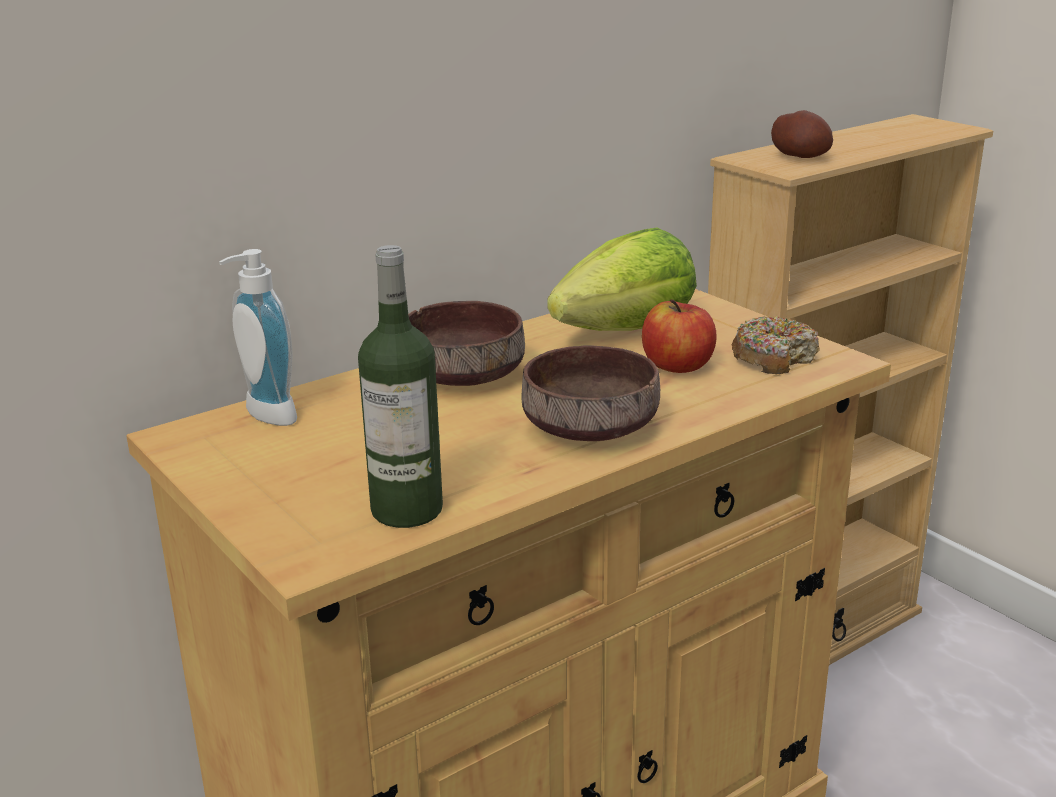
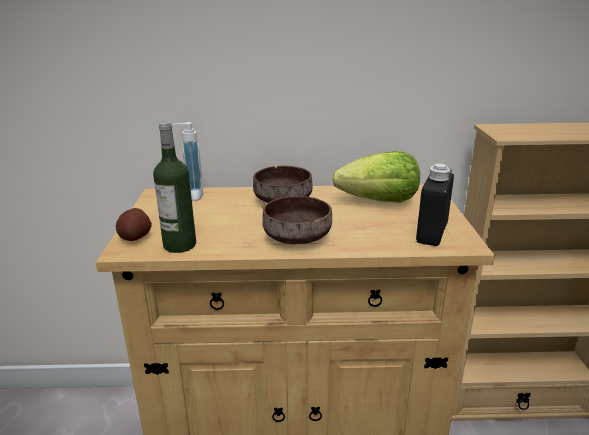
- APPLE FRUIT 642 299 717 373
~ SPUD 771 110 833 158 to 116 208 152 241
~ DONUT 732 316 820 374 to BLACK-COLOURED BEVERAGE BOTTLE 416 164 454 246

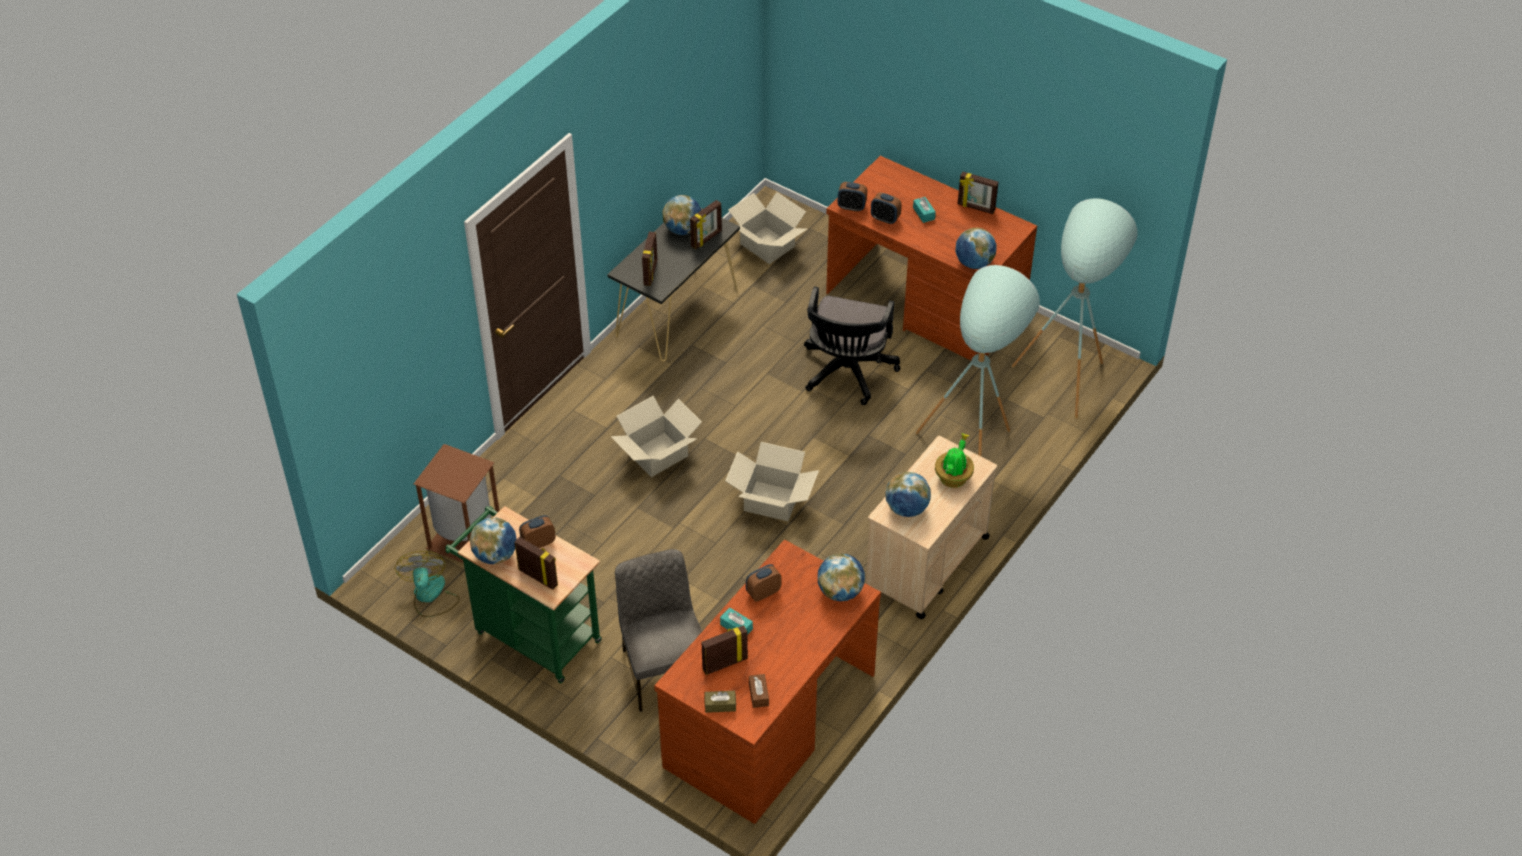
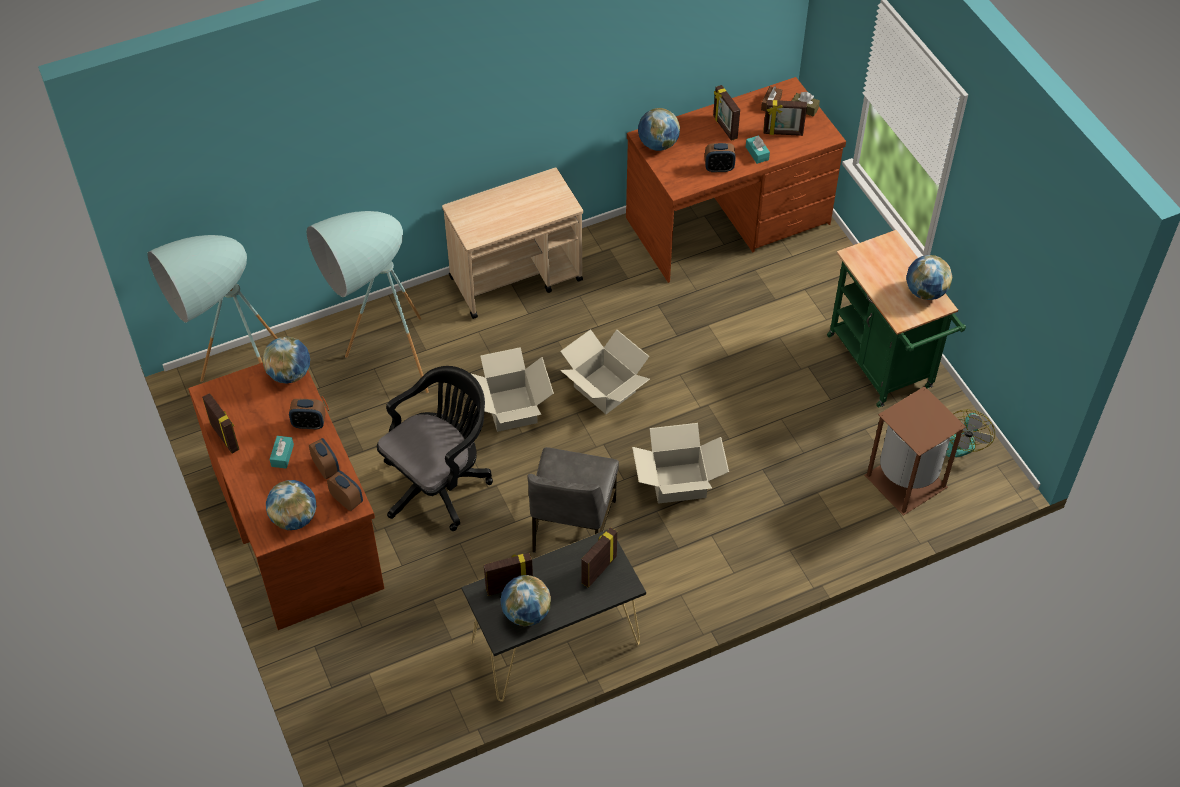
- PLANT IN A POT 935 433 974 488
~ STANDING FRAME 515 537 558 590 to 713 85 740 141
~ ALARM CLOCK 519 515 556 548 to 289 399 326 430
~ GRAY UPRIGHT CHAIR 615 549 702 712 to 527 447 619 553
~ CARTON 728 192 807 264 to 470 347 554 432
~ DESK GLOBE 885 472 931 517 to 266 480 317 530

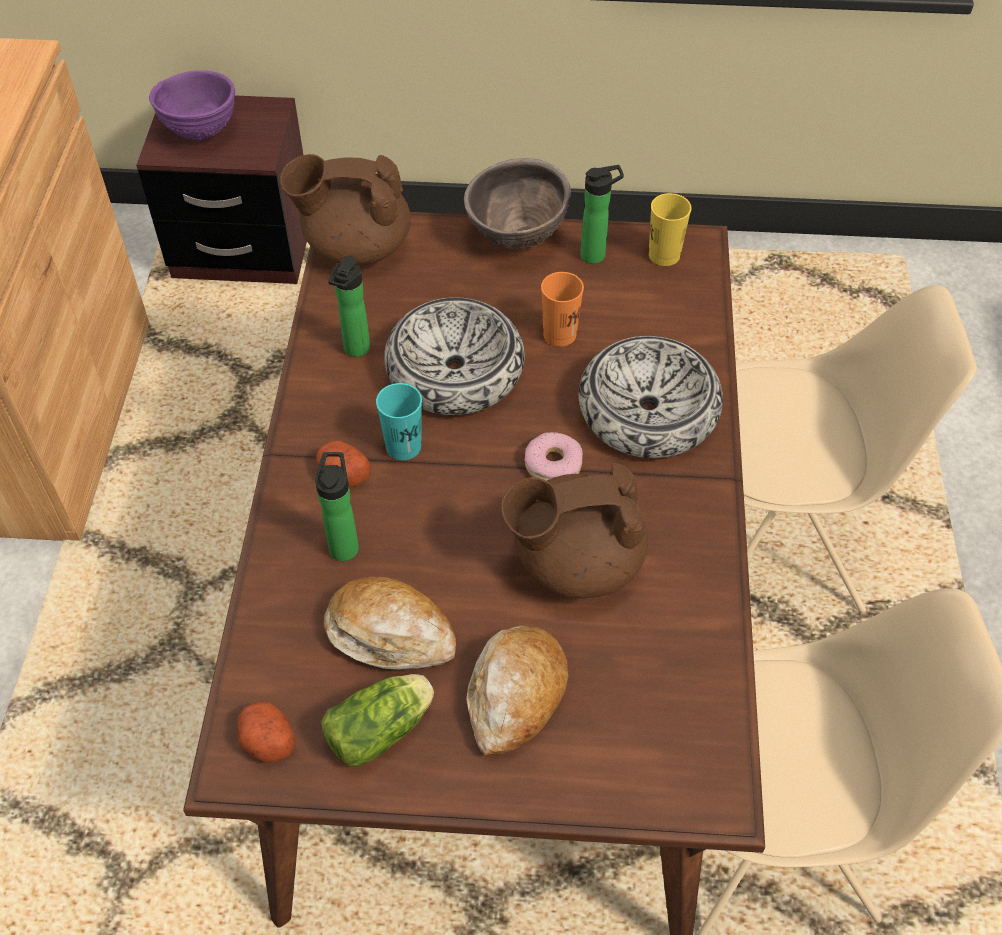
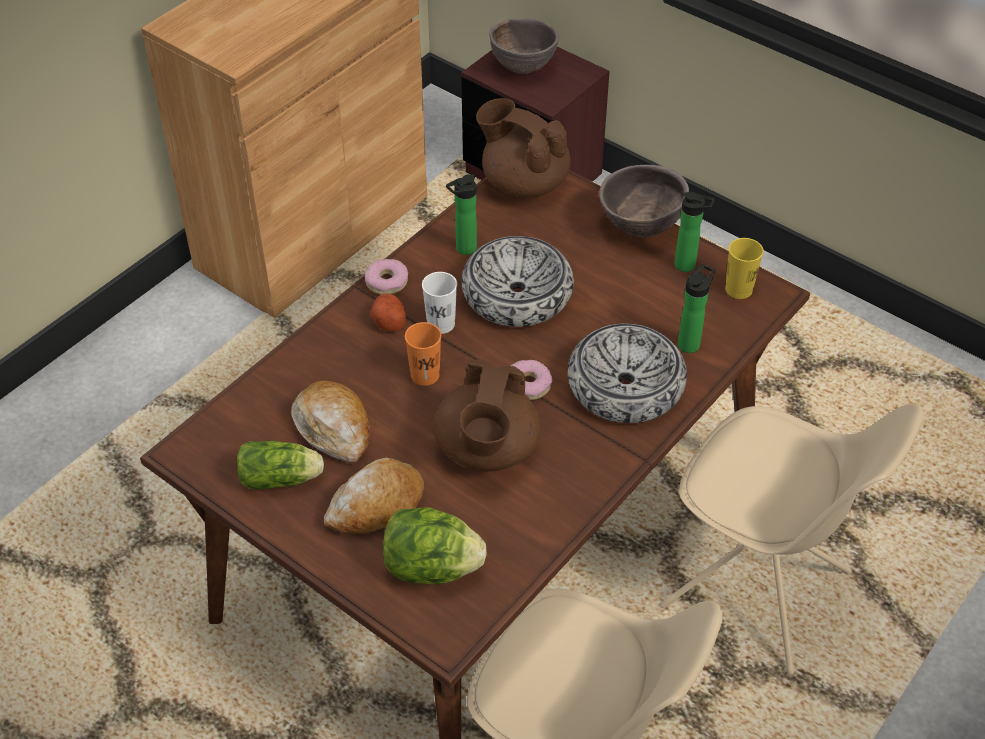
- SPUD 238 701 295 763
+ DONUT 365 259 408 295
+ HEAD OF LETTUCE 383 508 487 584
~ BEVERAGE BOTTLE 315 452 359 561 to 678 264 715 353
~ ORANGEY DRINKING CUP 541 272 584 347 to 405 322 441 386
~ PURPLE-COLOURED BOWL 149 70 235 140 to BROWNISH BOWL 489 18 559 74
~ TURQUOISE DRINKING CUP 376 383 422 460 to WHITE-COLOURED DRINKING CUP 422 272 457 334
~ BROWNISH TEA POT 501 463 648 598 = 433 359 540 472 105 degrees counterclockwise

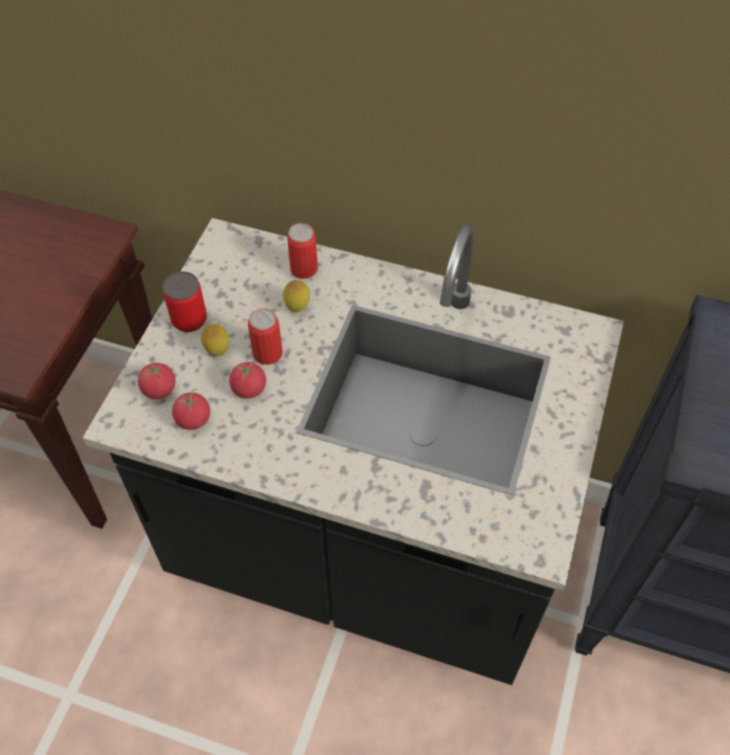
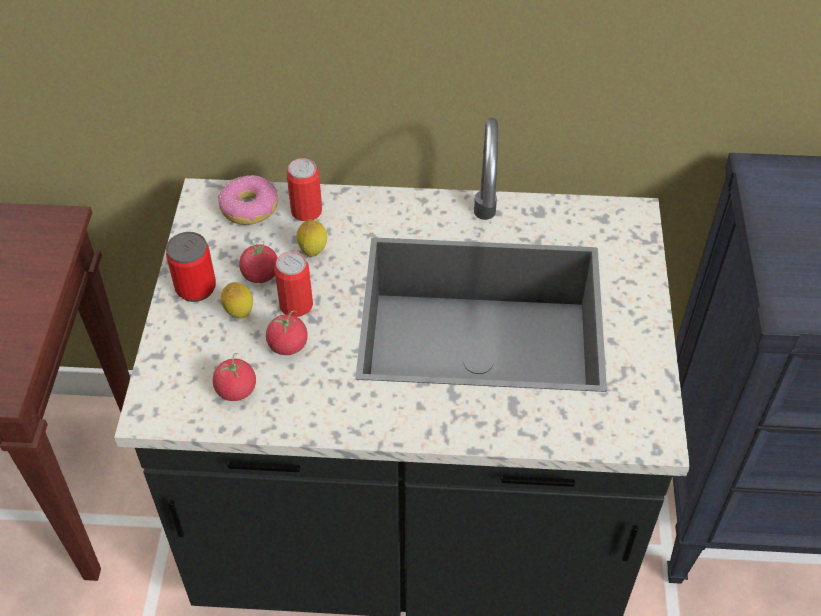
+ DONUT 218 175 278 225
~ TOMATO 138 358 176 399 to 239 240 278 283

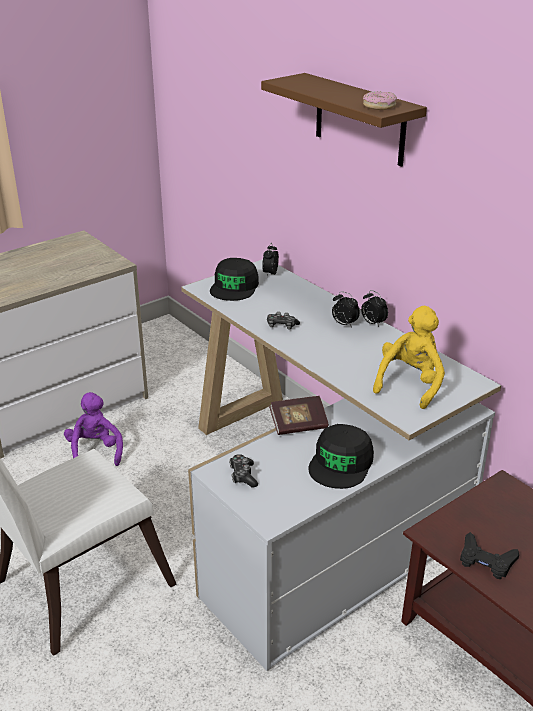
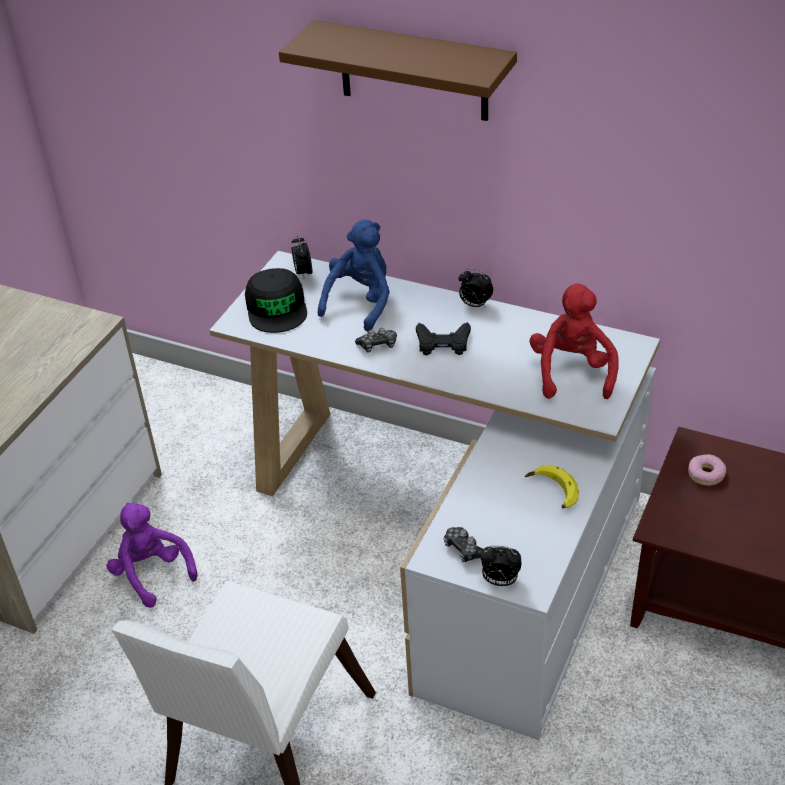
- VOLUME 269 396 329 435
+ BLUE-COLOURED PLUSH TOY 318 219 390 331
~ ALARM CLOCK 332 291 360 327 to 480 546 522 586
~ DONUT 363 91 397 110 to 688 454 726 486
~ BLACK-COLOURED GAME CONTROLLER 460 532 519 579 to 416 322 471 355
~ BLACK-COLOURED CAP 308 424 374 489 to WHOLE BANANA 525 465 579 508
~ YELLOW-COLOURED PLUSH TOY 373 306 445 409 to RED PLUSH TOY 530 283 619 399

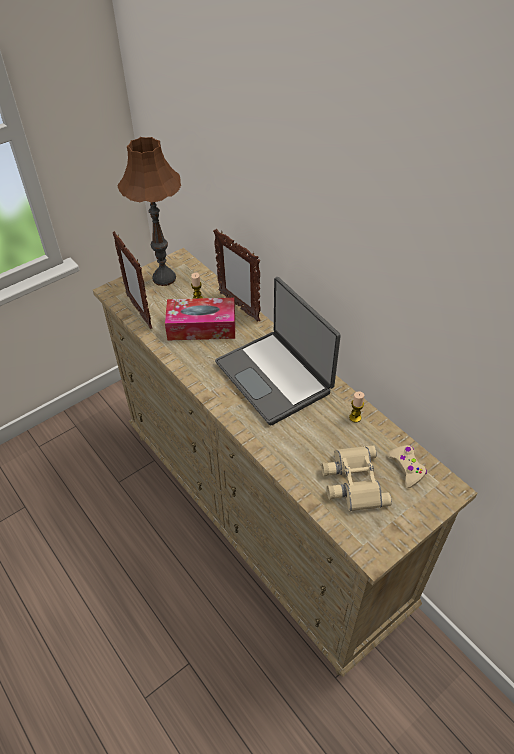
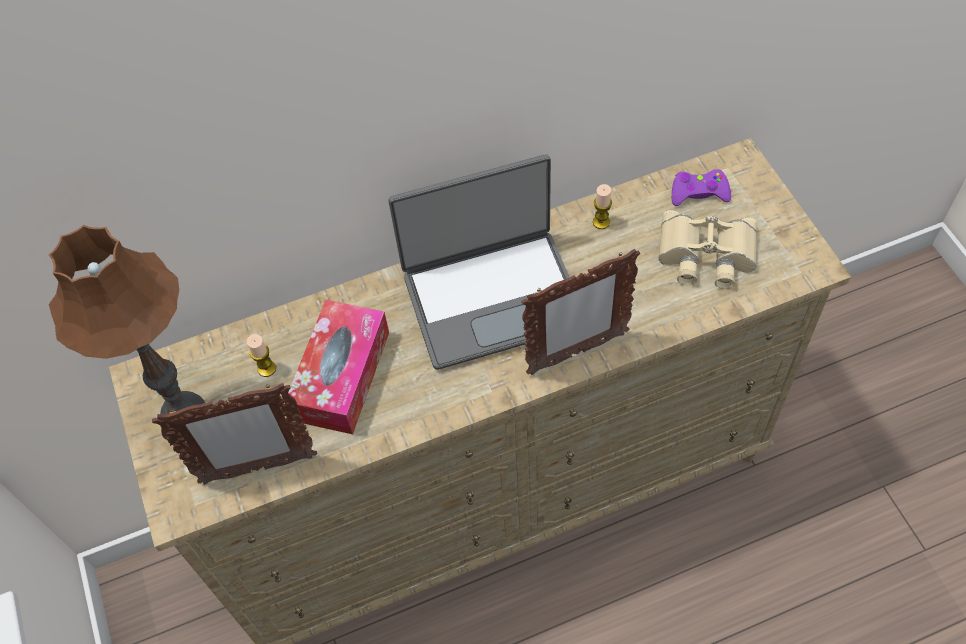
~ STANDING FRAME 213 229 261 322 to 521 249 640 375
~ SAND-COLOURED GAME CONTROLLER 387 445 427 488 to PURPLE-COLOURED GAME CONTROLLER 672 170 731 206

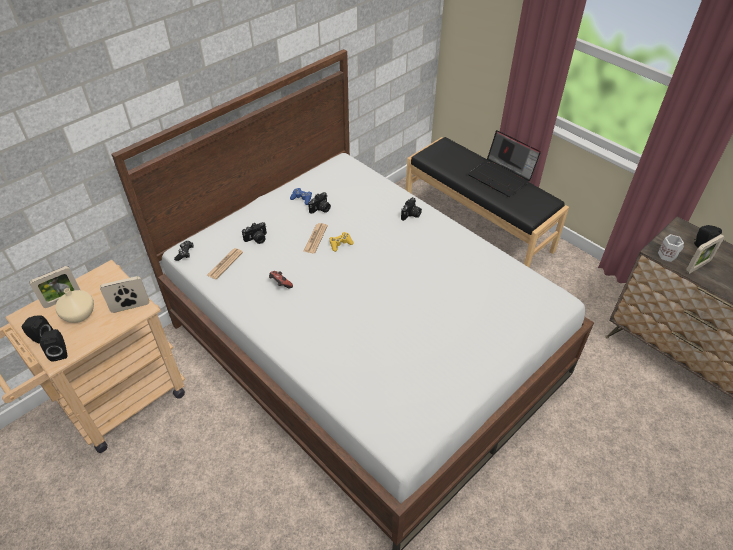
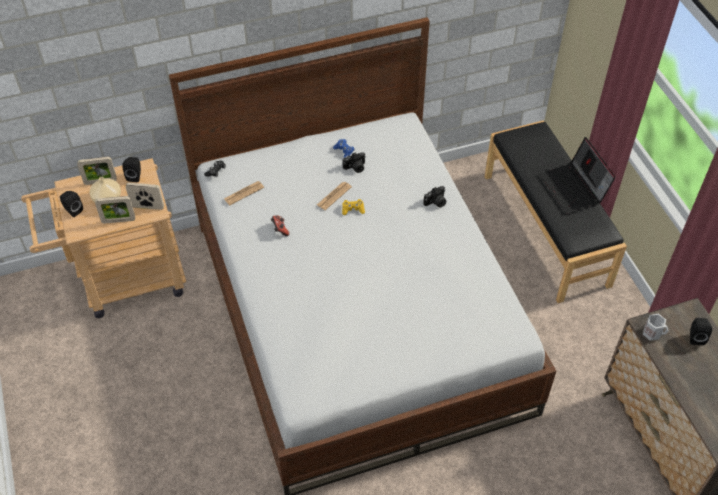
- PHOTO CAMERA 242 222 267 244
~ BLACK-COLOURED SPEAKER 40 329 68 362 to 122 157 141 182
~ STANDING FRAME 686 234 725 274 to 95 196 135 224

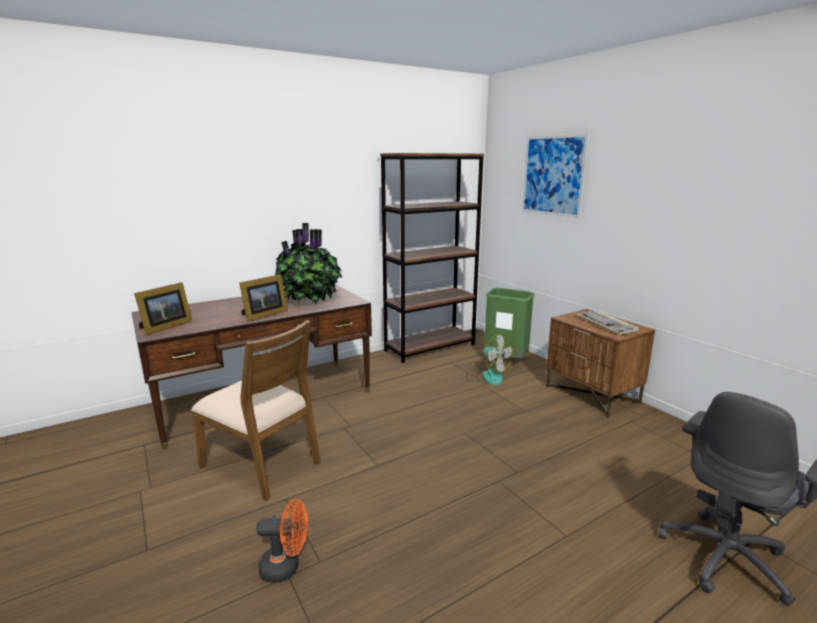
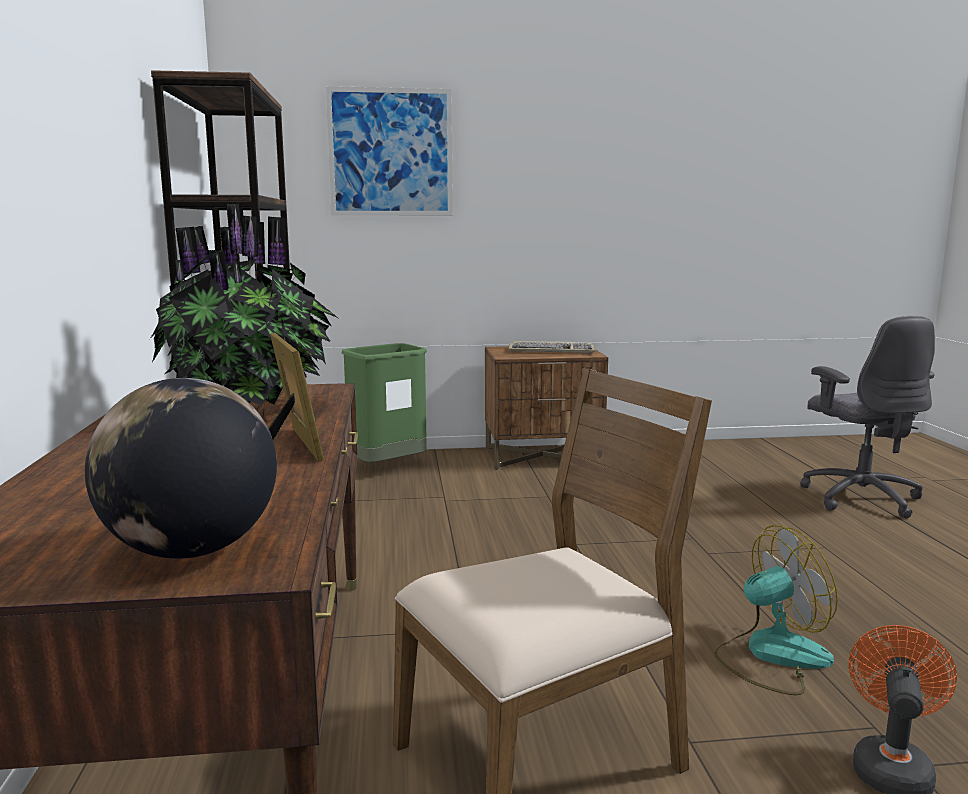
~ ELECTRIC FAN 466 333 514 385 to 714 525 838 695
~ STANDING FRAME 134 282 192 335 to DESK GLOBE 85 378 277 559

